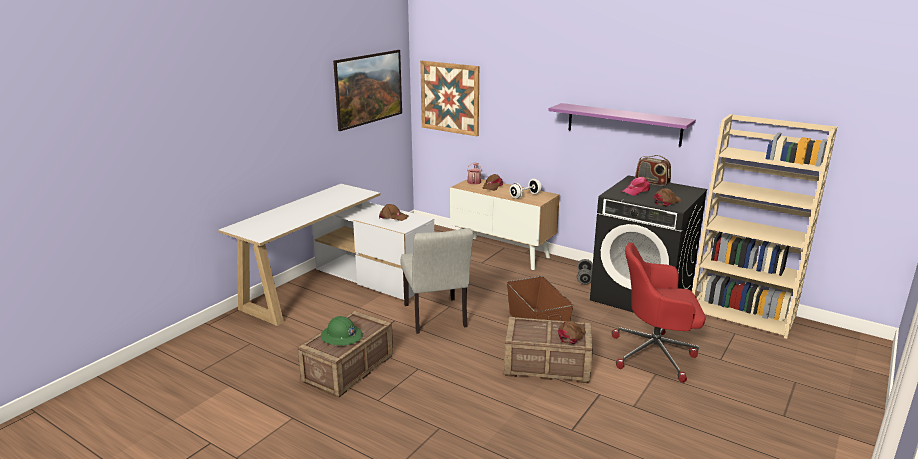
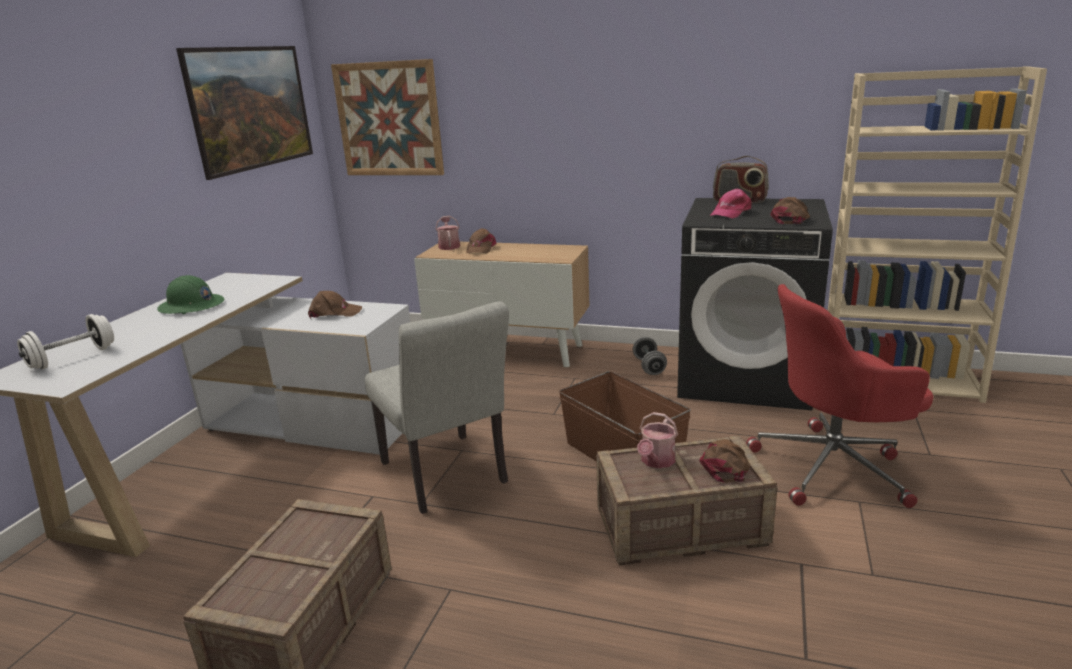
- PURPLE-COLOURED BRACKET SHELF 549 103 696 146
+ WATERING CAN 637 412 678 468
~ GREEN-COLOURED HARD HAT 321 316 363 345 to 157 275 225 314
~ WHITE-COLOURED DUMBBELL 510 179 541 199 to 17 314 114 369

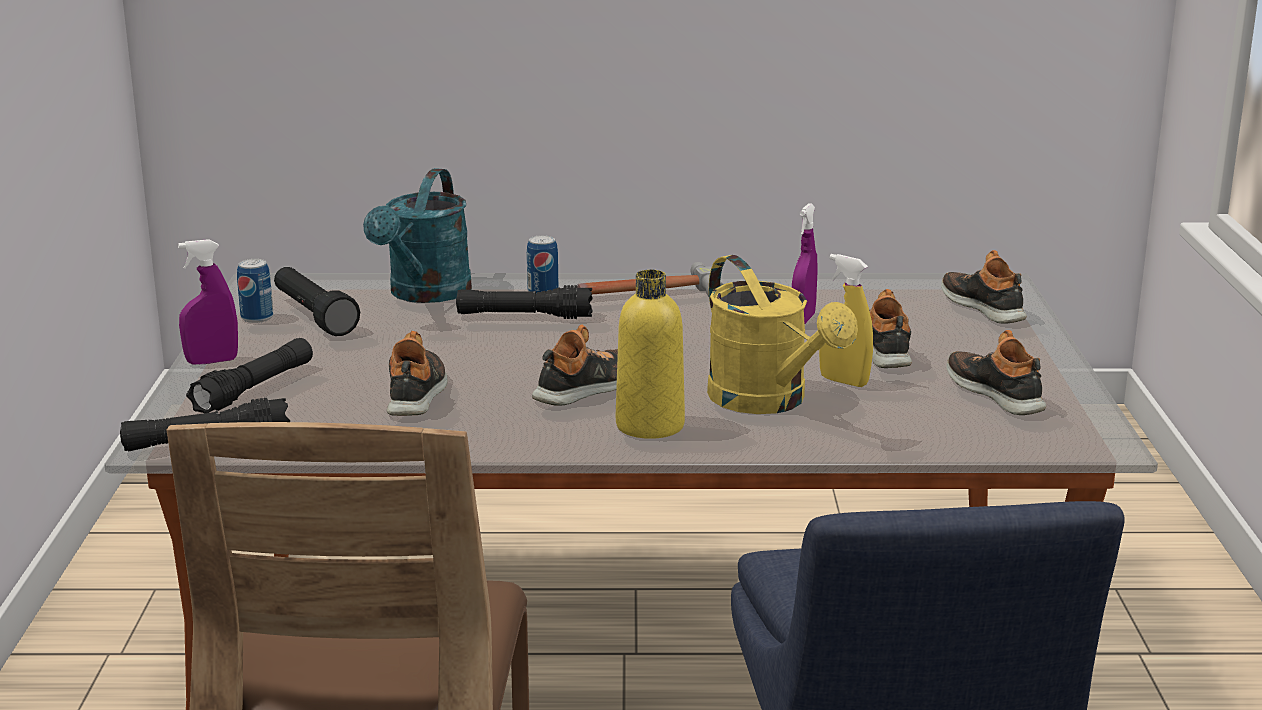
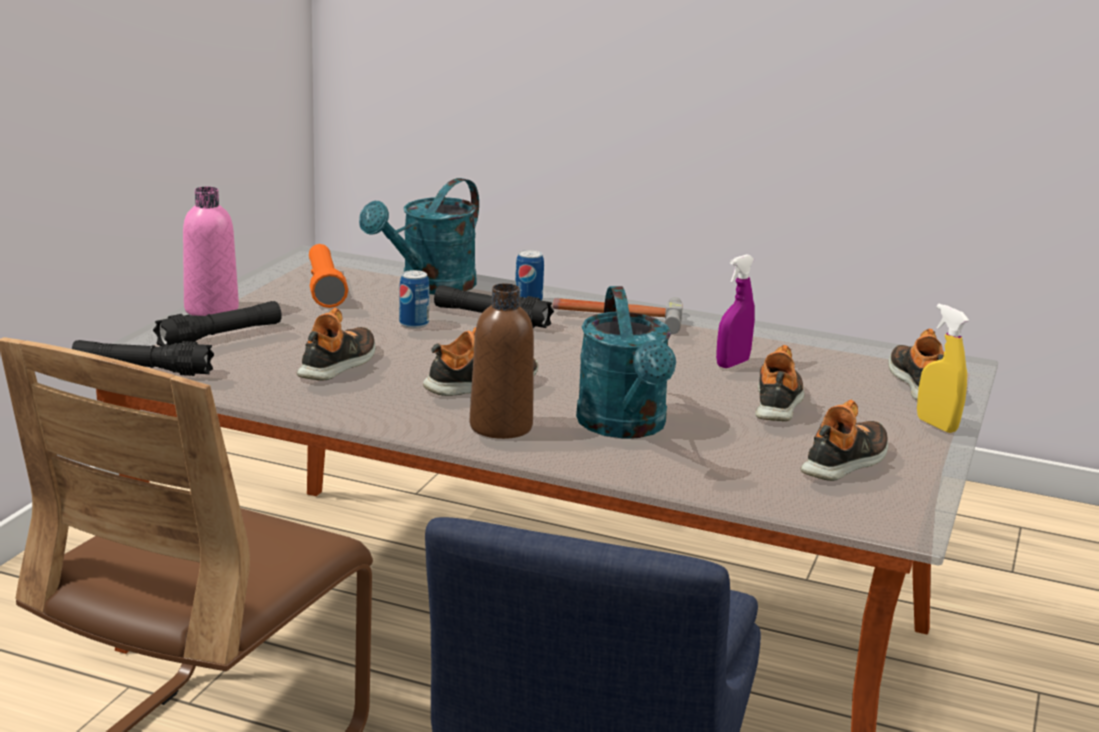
~ CAN 237 259 273 323 to 399 270 429 329
~ YELLOW-COLOURED HAND SPRAYER 819 254 873 387 to 917 304 969 433
~ PURPLE-COLOURED HAND SPRAYER 178 239 238 365 to PINKISH BEVERAGE BOTTLE 183 187 239 316
~ BLACK-COLOURED HAND TORCH 274 267 360 336 to ORANGEY HAND TORCH 309 244 348 308
~ YELLOW-COLOURED BEVERAGE BOTTLE 616 270 685 439 to BROWNISH BEVERAGE BOTTLE 470 283 534 439
~ YELLOW-COLOURED WATERING CAN 707 255 858 414 to TURQUOISE WATERING CAN 576 286 676 439
~ SHOE 946 330 1046 415 = 801 400 888 481 45 degrees clockwise

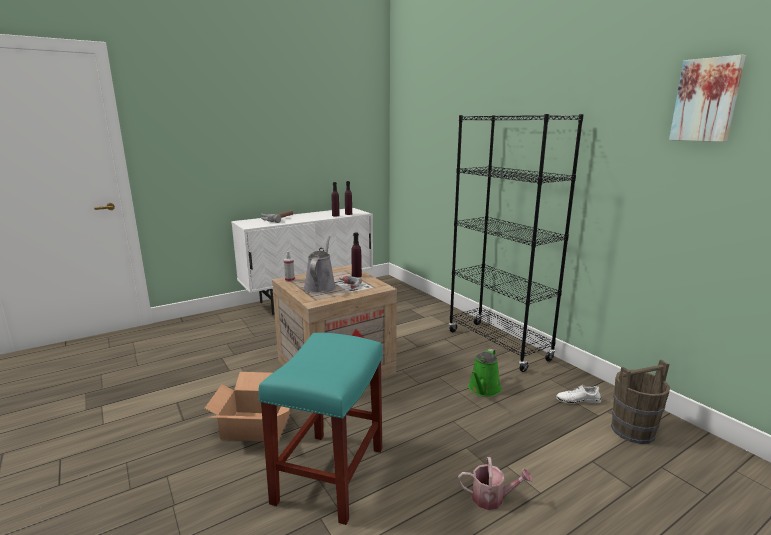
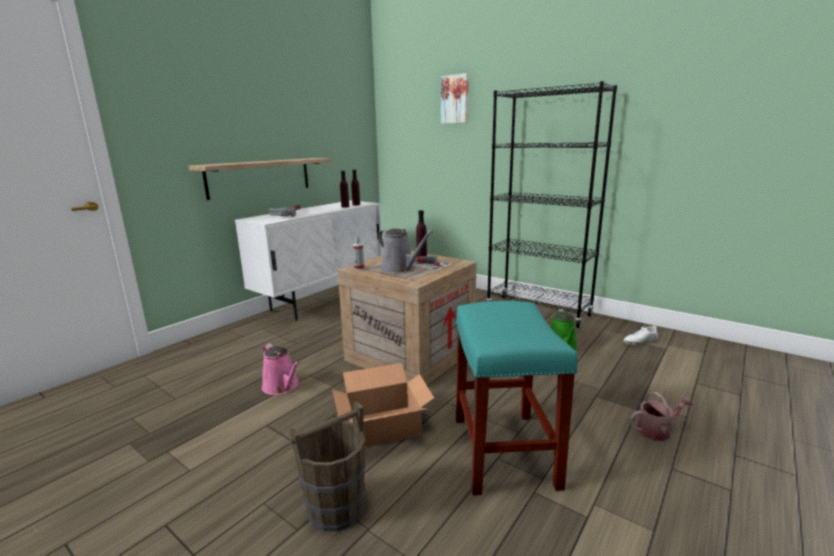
+ BRACKET SHELF 188 158 331 200
+ PINKISH WATERING CAN 262 343 299 395
~ BROWNISH PAIL 611 360 670 444 to 289 401 366 531
~ PICTURE 669 55 746 142 to 441 73 469 124
~ GRAY WATERING CAN 303 236 336 293 = 377 229 433 273 150 degrees clockwise

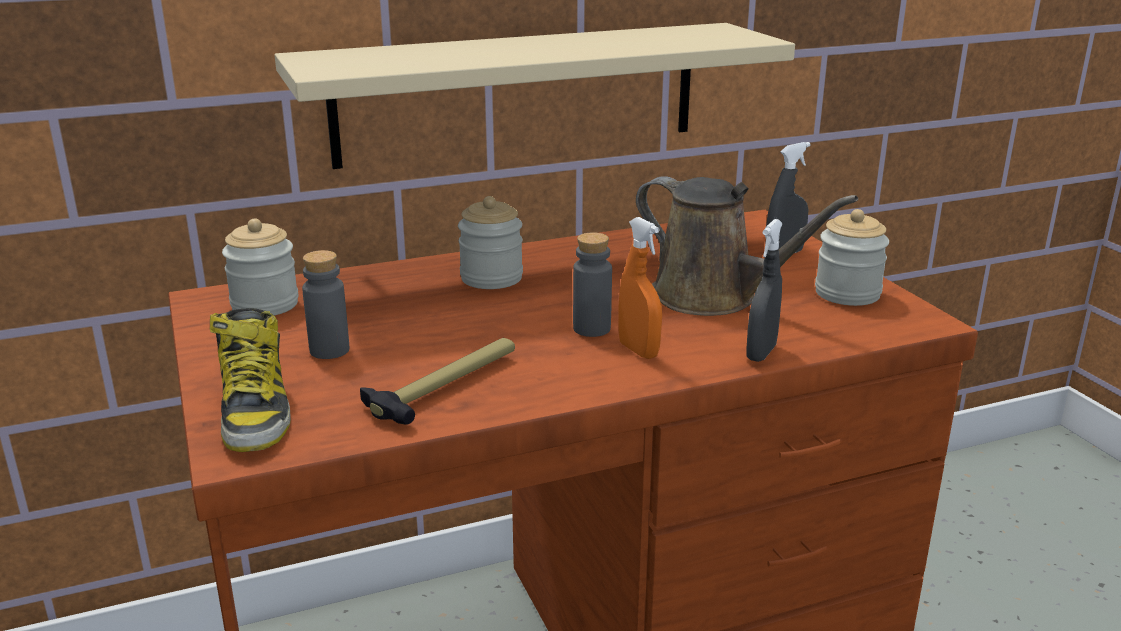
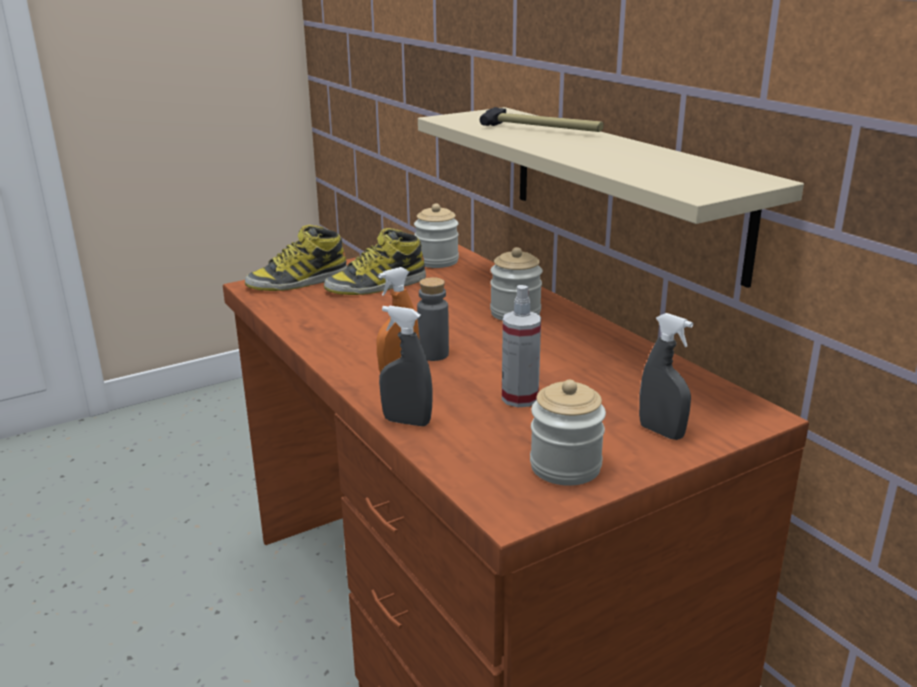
~ TOOL HAMMER 360 338 515 425 to 480 107 603 132
~ GRAY BEVERAGE BOTTLE 302 250 349 359 to BOOT 324 228 426 295
~ BROWNISH WATERING CAN 636 176 858 316 to HAND SPRAYER 502 285 541 407

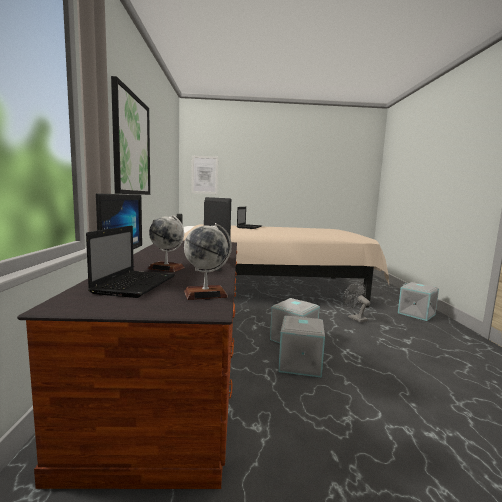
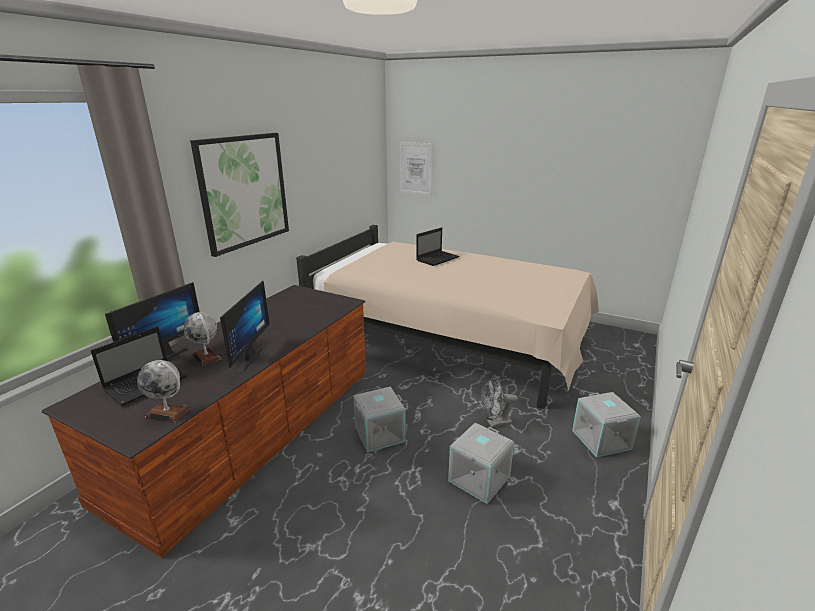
~ GRAY STORAGE CONTAINER 278 316 325 378 to 448 423 514 504
~ GRAY ELECTRIC FAN 343 282 370 323 = 481 378 518 428 105 degrees counterclockwise

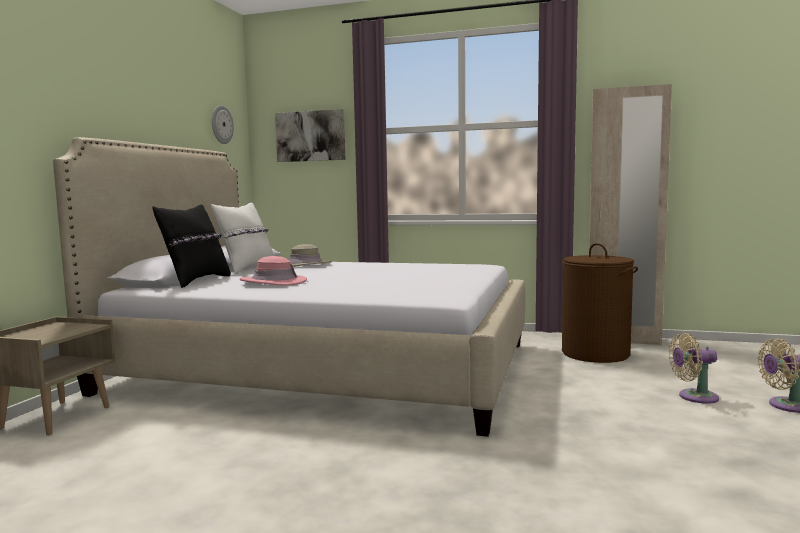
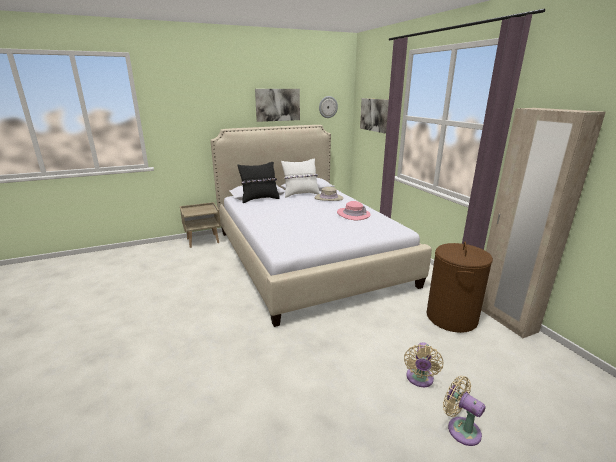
+ PICTURE 255 89 300 122
~ PINKISH WEARABLE HAT 240 256 307 286 to 337 201 371 220
~ SAND-COLOURED ELECTRIC FAN 669 333 719 404 = 404 342 443 387 120 degrees counterclockwise

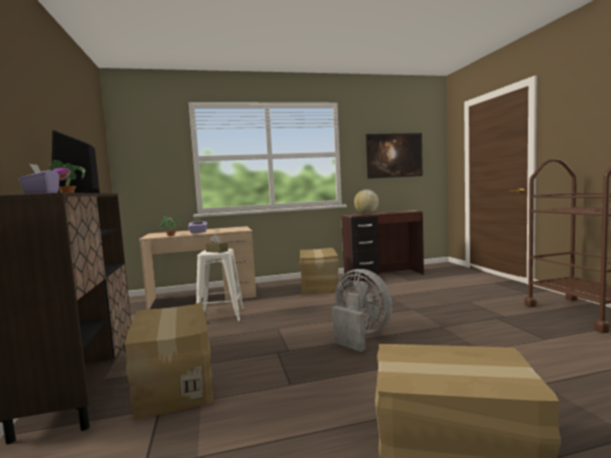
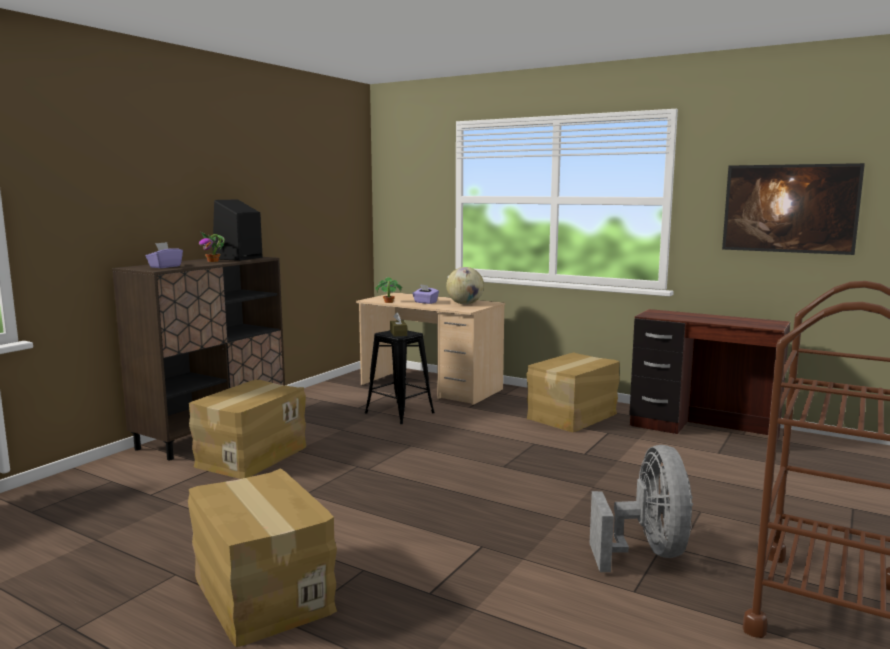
~ GRAY ELECTRIC FAN 332 269 392 352 to 590 445 693 572
~ DESK GLOBE 354 189 379 214 to 446 267 484 305
~ WHITE-COLOURED STOOL 196 249 244 321 to BLACK-COLOURED STOOL 365 330 435 424

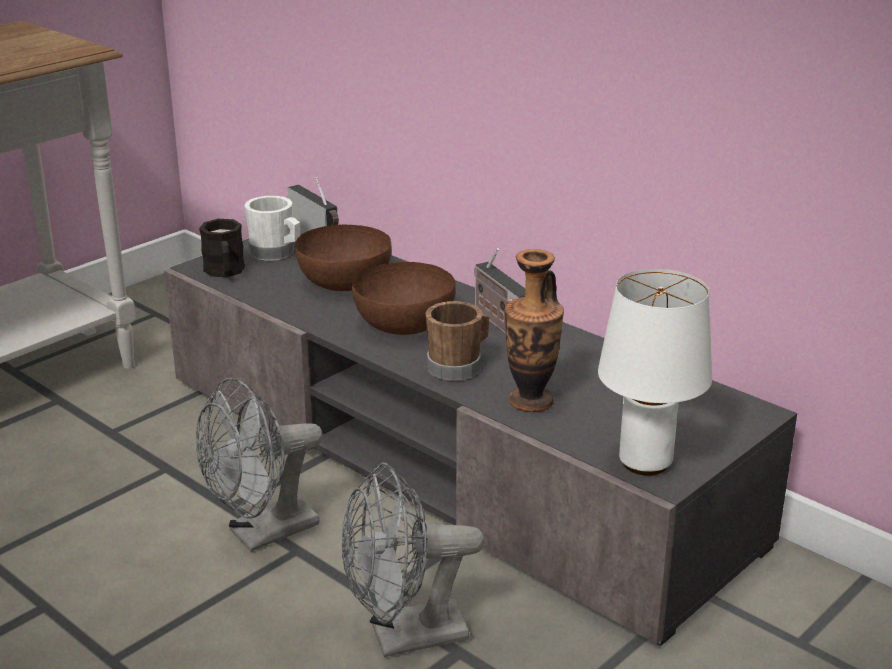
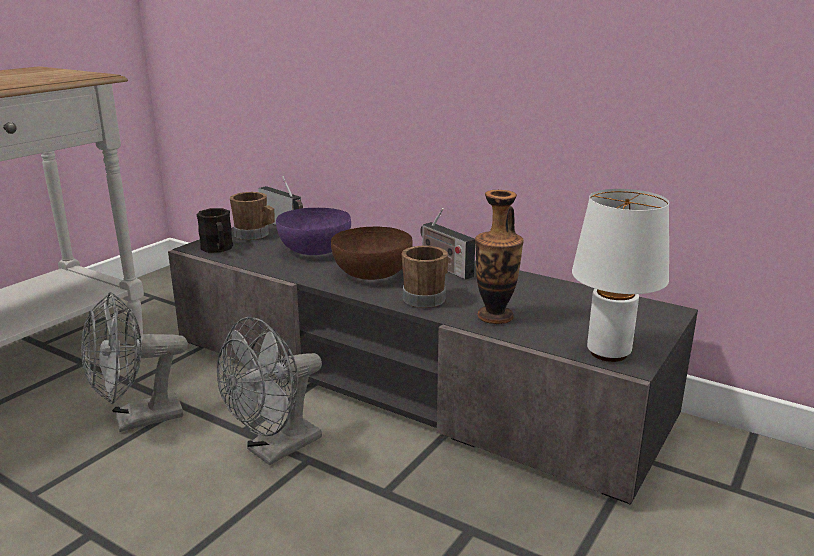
~ GRAY ELECTRIC FAN 342 462 484 657 to 81 292 188 432
~ WHITE-COLOURED TEA MUG 245 196 300 260 to BROWNISH TEA MUG 230 192 275 240
~ BROWNISH BOWL 295 224 392 291 to PURPLE-COLOURED BOWL 276 208 351 255

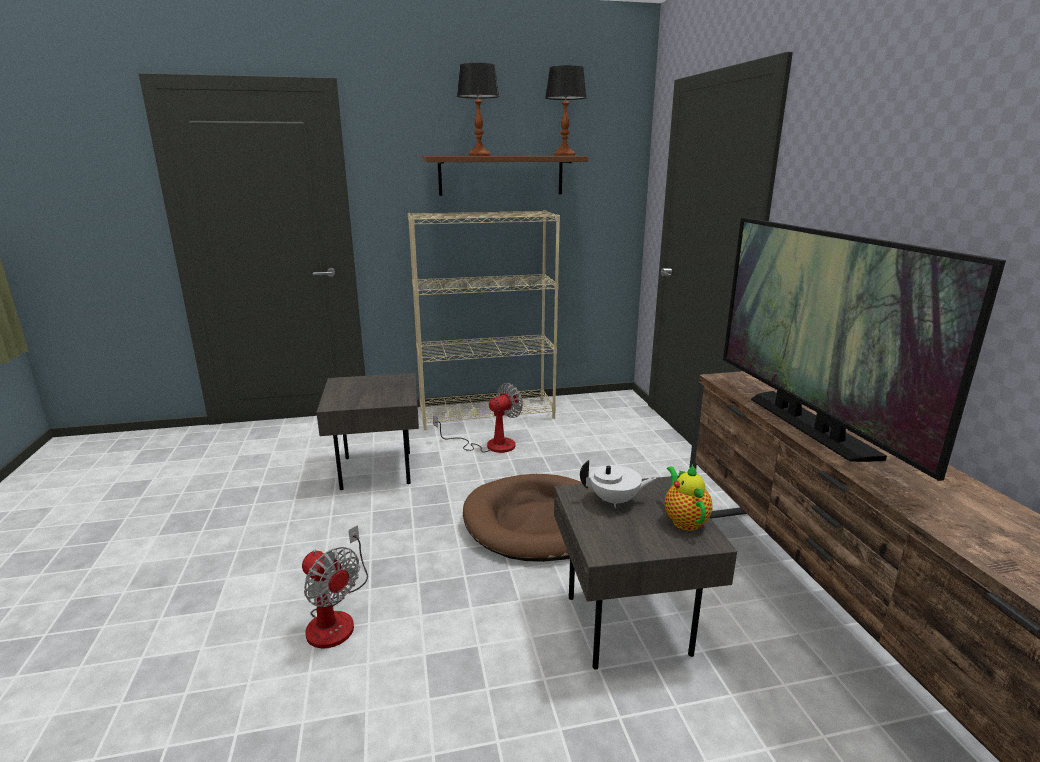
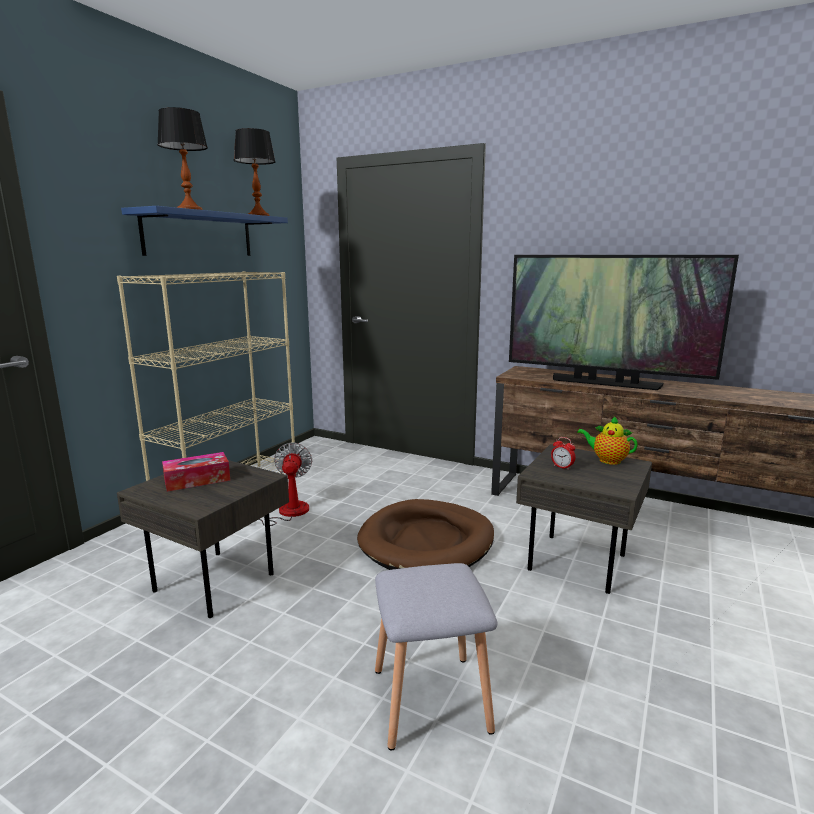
+ TISSUE HOLDER 162 452 230 492
~ ELECTRIC FAN 302 525 368 649 to GRAY STOOL 375 563 498 751
~ WHITE-COLOURED TEA POT 580 460 656 508 to ALARM CLOCK 551 437 576 470
~ BROWNISH BRACKET SHELF 423 156 588 196 to BLUE-COLOURED BRACKET SHELF 121 206 288 256

